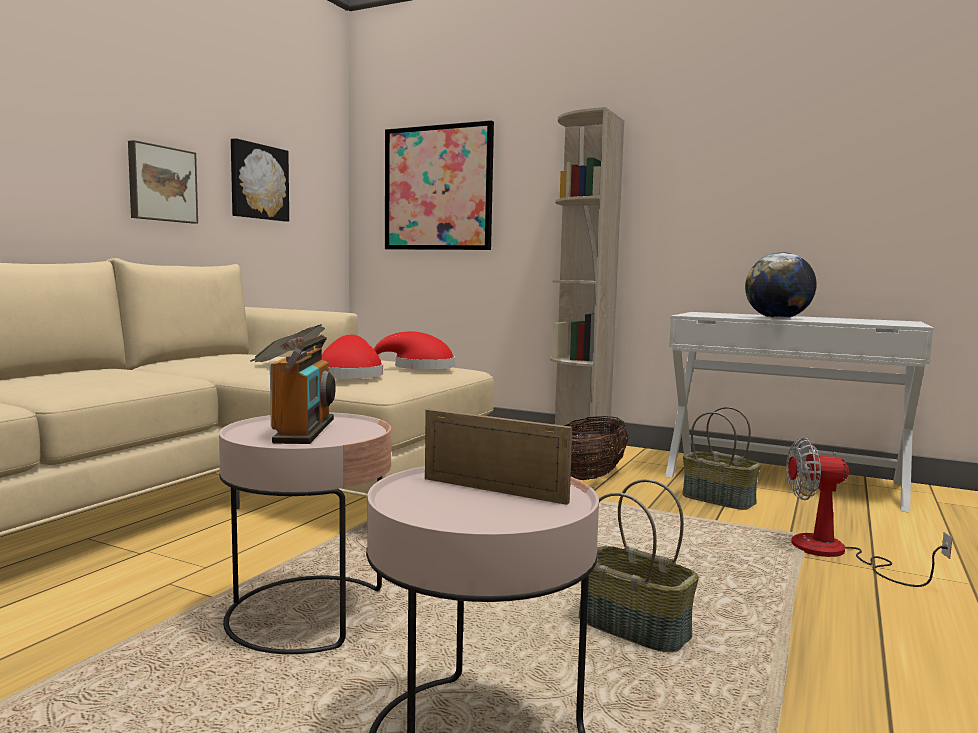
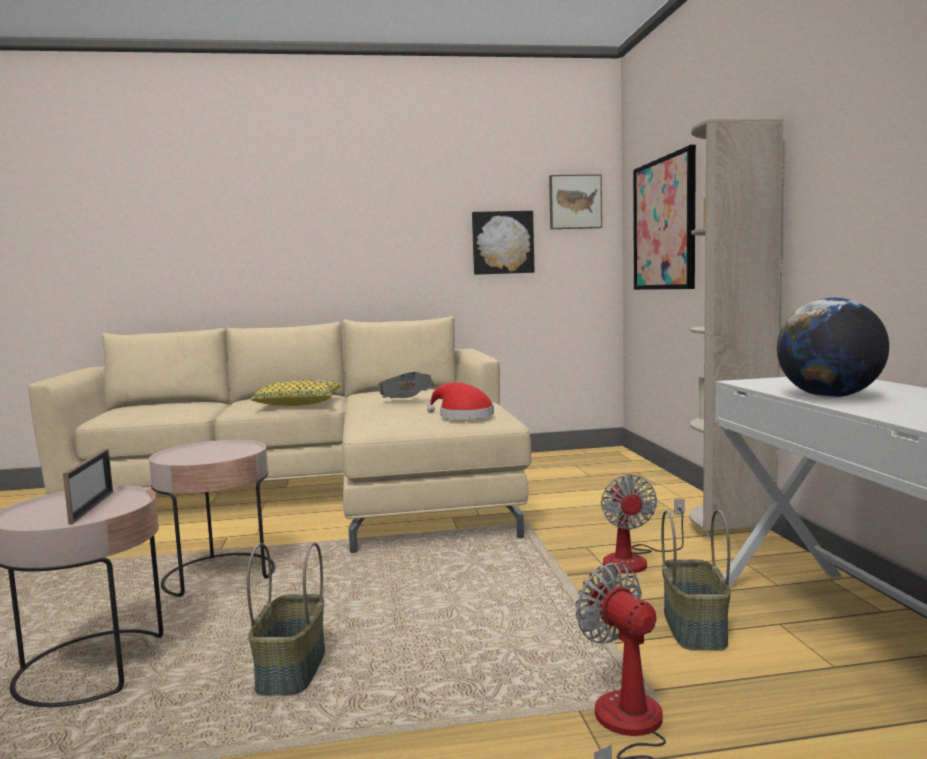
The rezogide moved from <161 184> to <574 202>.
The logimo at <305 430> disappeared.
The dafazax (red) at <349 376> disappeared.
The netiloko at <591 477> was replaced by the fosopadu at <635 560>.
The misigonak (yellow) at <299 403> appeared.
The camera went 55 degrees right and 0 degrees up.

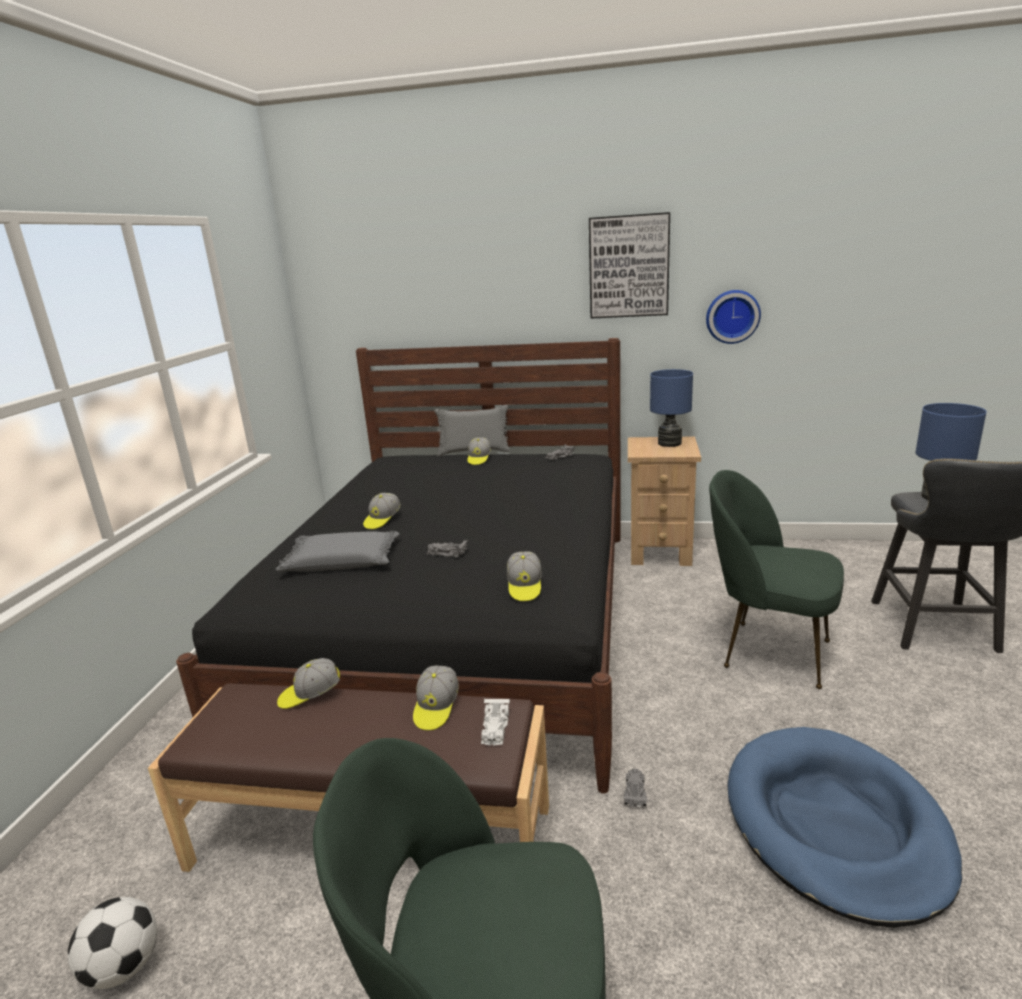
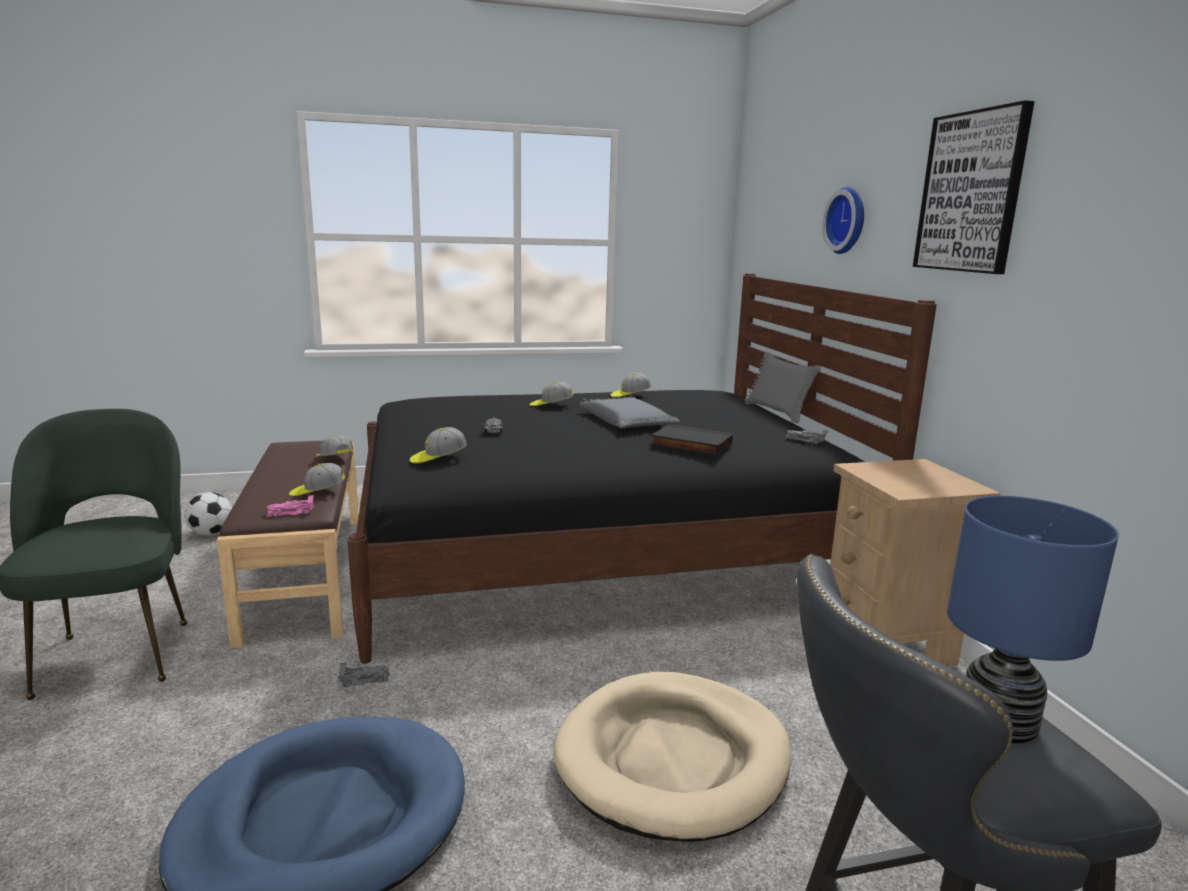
The misigonak (grey) moved from <341 559> to <627 420>.
The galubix moved from <479 459> to <630 395>.
The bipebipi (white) at <495 727> became the bipebipi (pink) at <290 512>.
The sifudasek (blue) at <669 443> disappeared.
The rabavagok moved from <732 316> to <848 220>.
The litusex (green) at <766 651> was replaced by the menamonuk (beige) at <673 759>.
The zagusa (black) at <690 445> appeared.
The camera went 65 degrees right and 5 degrees down.

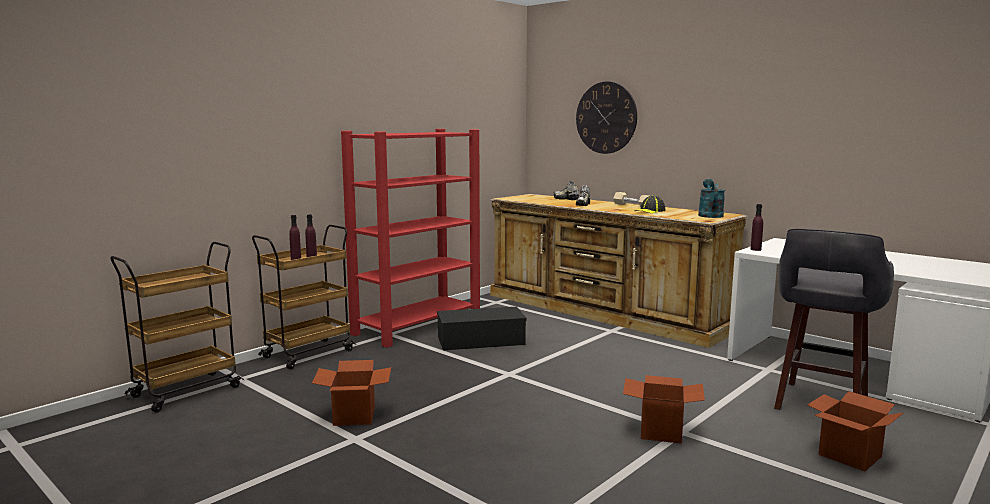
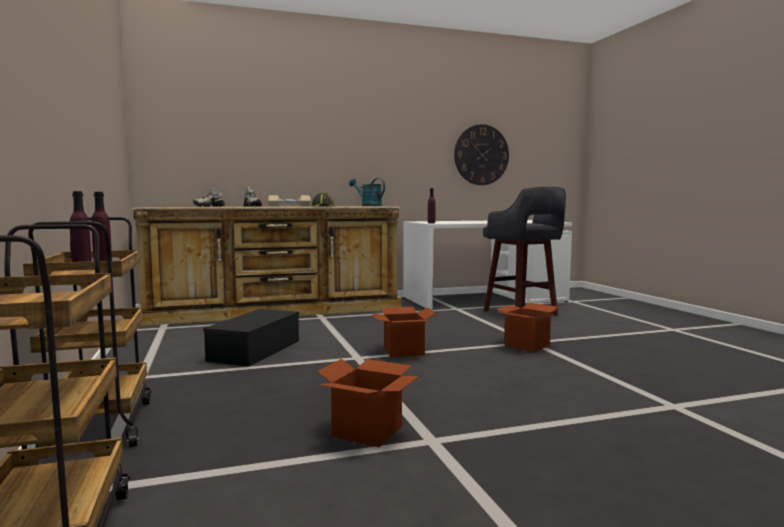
The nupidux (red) at <417 326> disappeared.
The rabavagok moved from <606 117> to <481 155>.
The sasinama moved from <850 456> to <404 351>.
The camera went 60 degrees left and 5 degrees down.

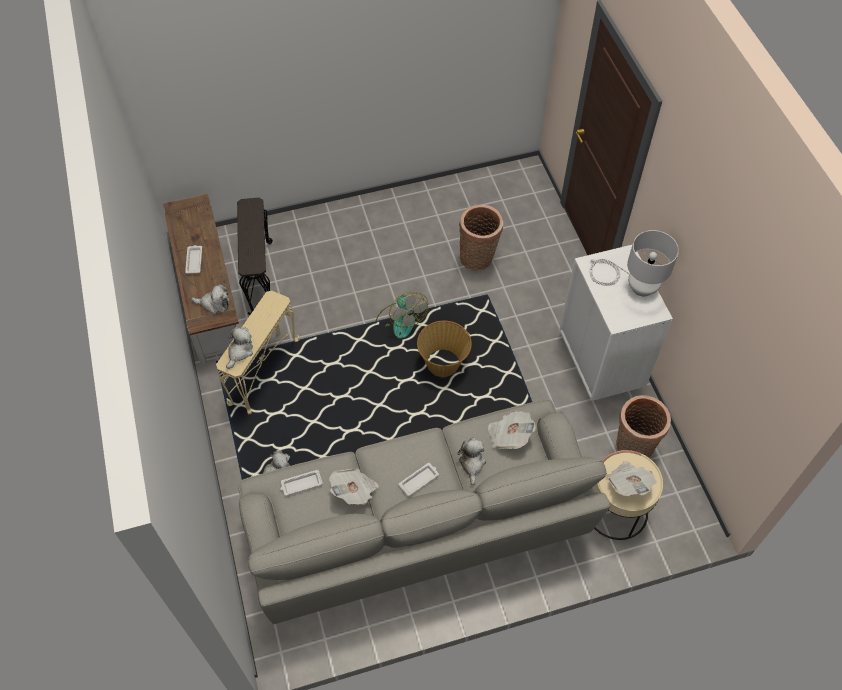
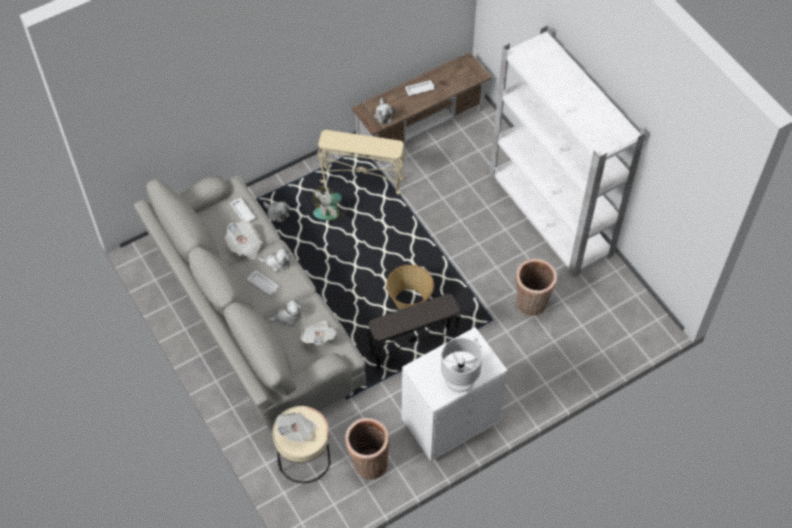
The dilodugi moved from <240 351> to <276 263>.
The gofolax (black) moved from <261 278> to <413 349>.
The fosopadu moved from <400 320> to <331 210>.
The nupidux (white) at <550 214> appeared.
The camera went 75 degrees right and 0 degrees up.

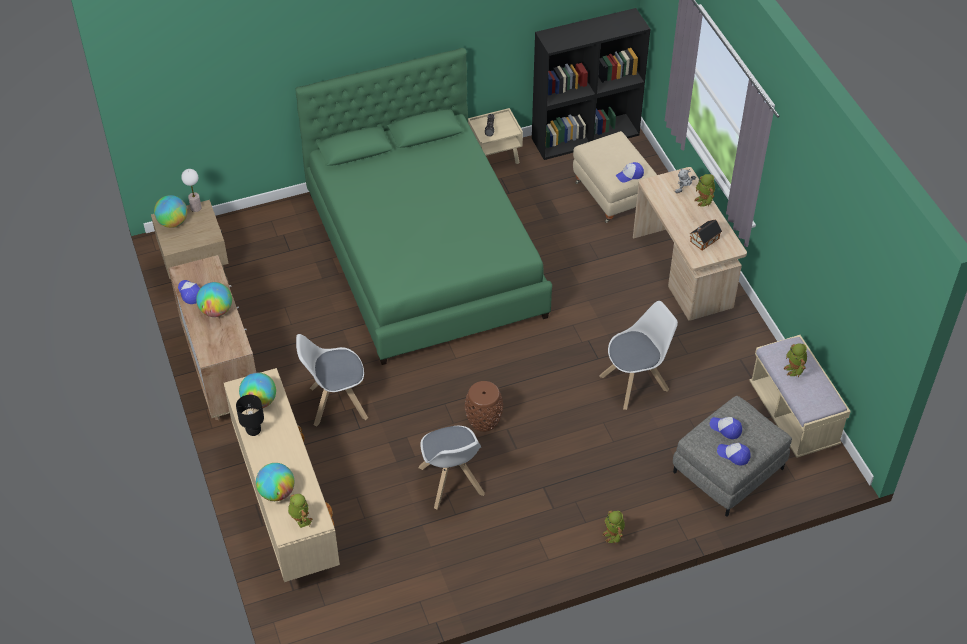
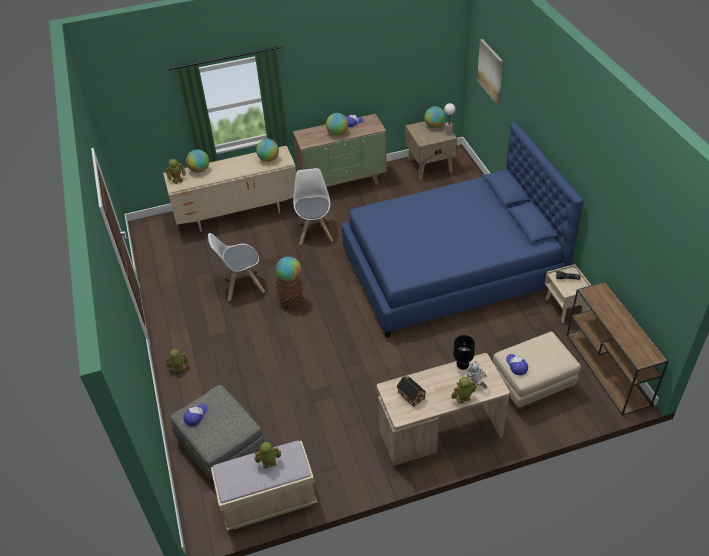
The sifudasek (black) moved from <253 432> to <462 366>.
The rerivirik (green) at <425 253> became the rerivirik (blue) at <451 268>.
The nupidux (black) at <585 136> was replaced by the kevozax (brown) at <608 370>.
The litusex at <636 382> disappeared.
The galubix at <726 428> disappeared.
The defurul at <289 278> appeared.
The rezogide at <490 71> appeared.
The camera went 95 degrees right and 5 degrees down.

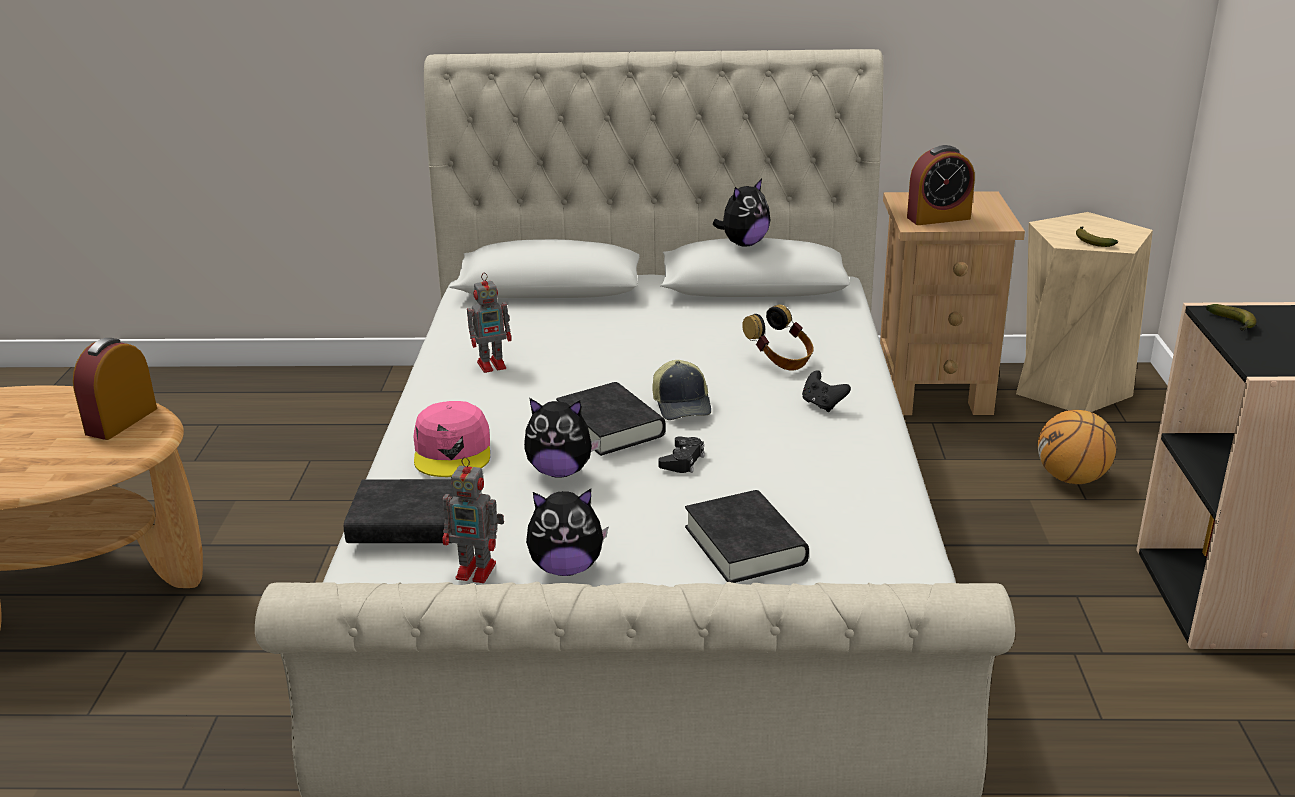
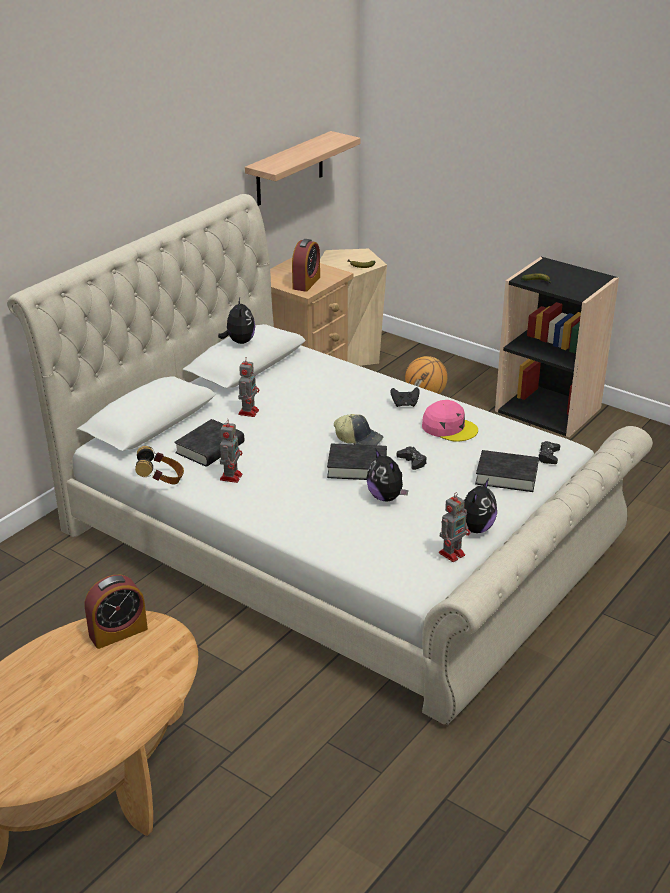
The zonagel at <121 421> turned 90 degrees counterclockwise.
The zagusa (black) moved from <407 522> to <210 448>.
The galubix (pink) moved from <453 451> to <449 428>.
The dilodugi at <560 471> turned 105 degrees clockwise.
The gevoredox moved from <780 361> to <161 481>.
The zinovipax at <249 411> appeared.
The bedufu at <289 169> appeared.
The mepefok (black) at <548 456> appeared.
The camera went 55 degrees left and 5 degrees up.

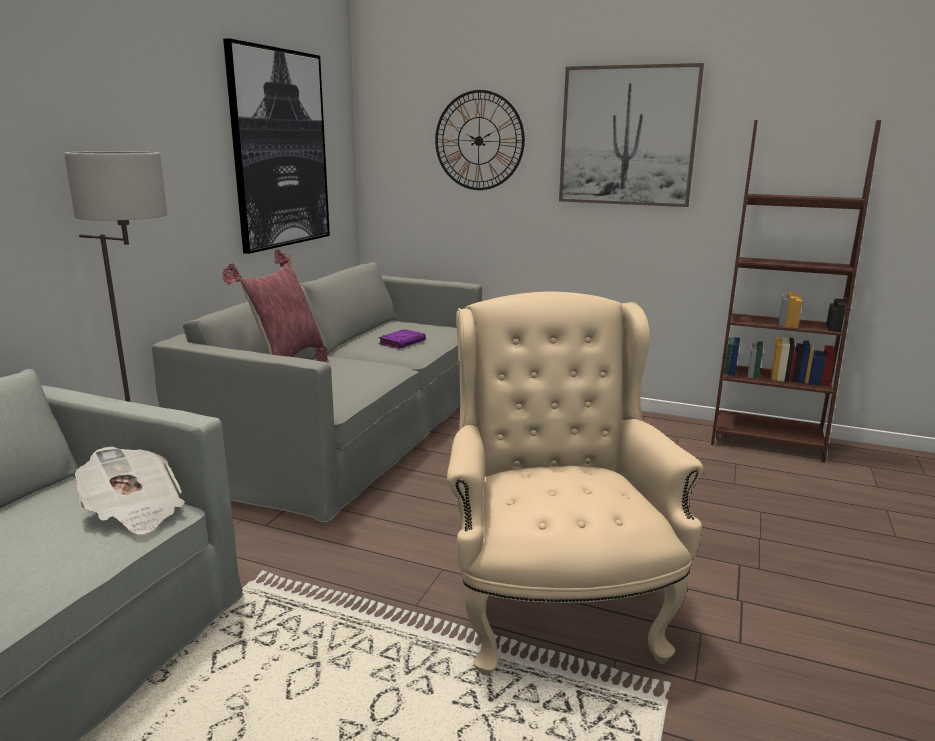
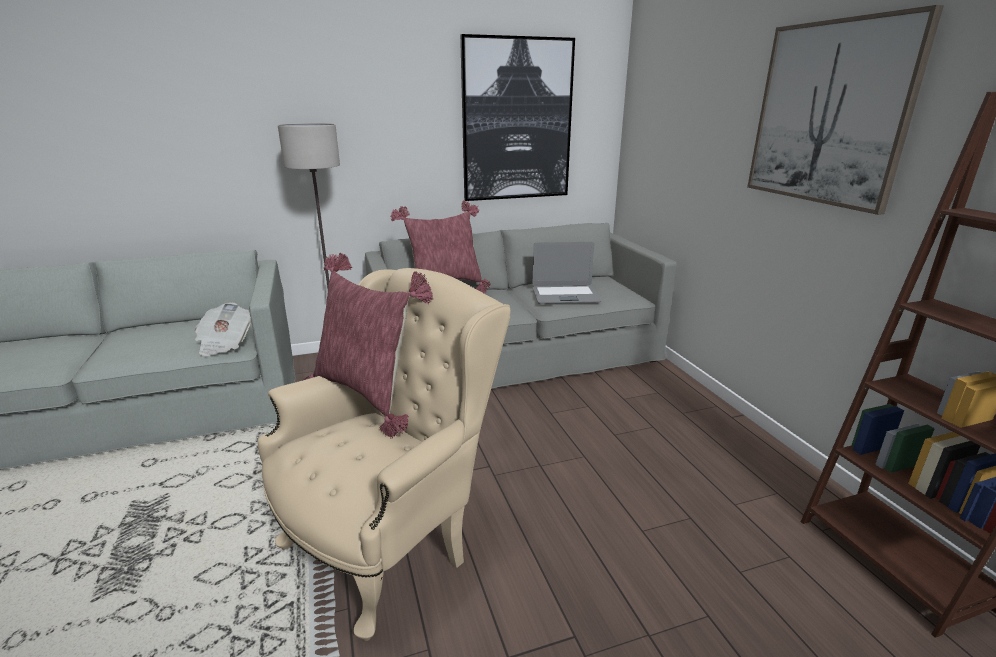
The zagusa (purple) at <402 342> was replaced by the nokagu at <565 295>.
The rabavagok at <479 141> disappeared.
The misigonak (red) at <370 405> appeared.
The camera went 50 degrees right and 5 degrees up.

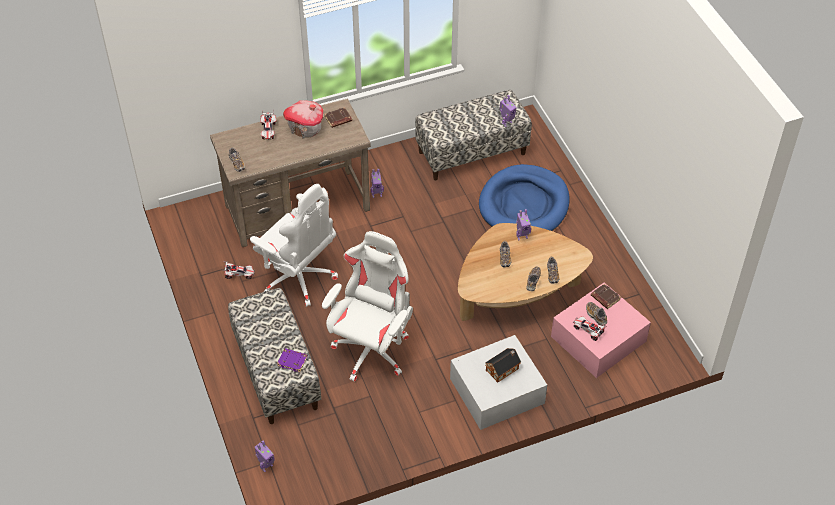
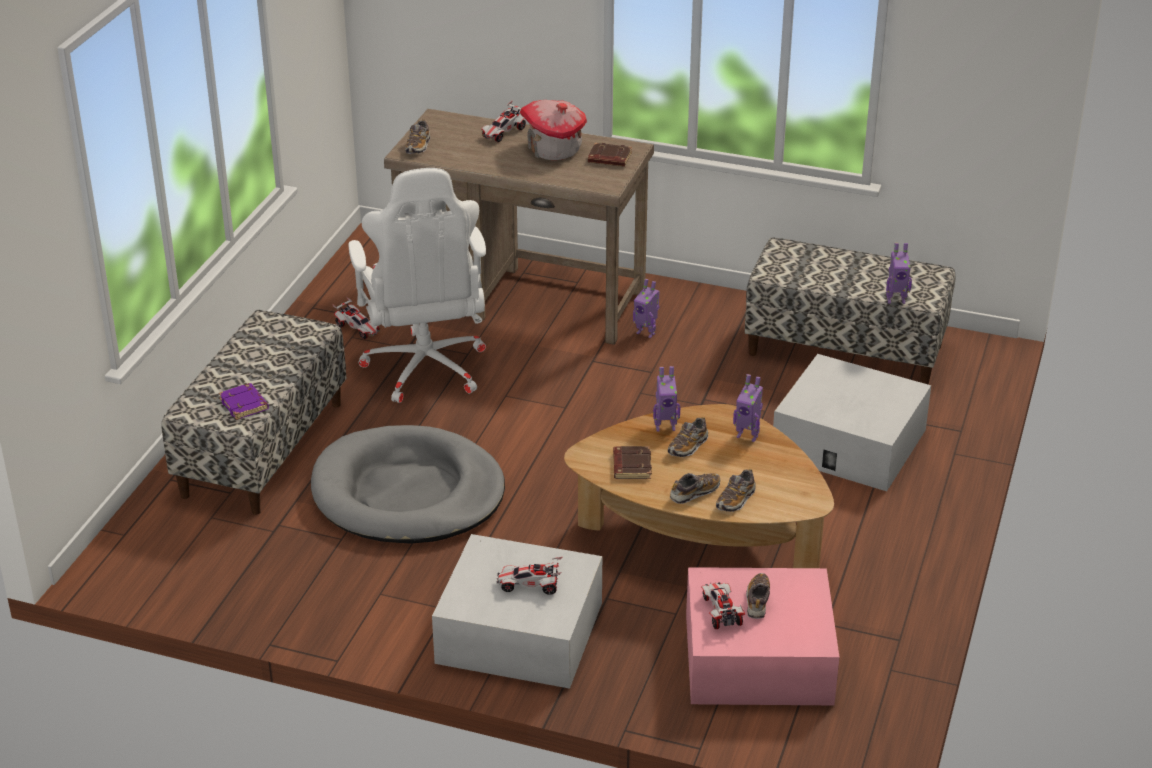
The zinovipax moved from <266 466> to <665 426>.
The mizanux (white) at <371 352> was replaced by the menamonuk (grey) at <408 493>.
The menamonuk (blue) at <524 204> was replaced by the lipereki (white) at <849 443>.
The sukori at <503 369> was replaced by the bipebipi at <530 585>.
The zagusa (brown) moved from <605 298> to <631 466>.
The camera went 40 degrees right and 15 degrees down.

